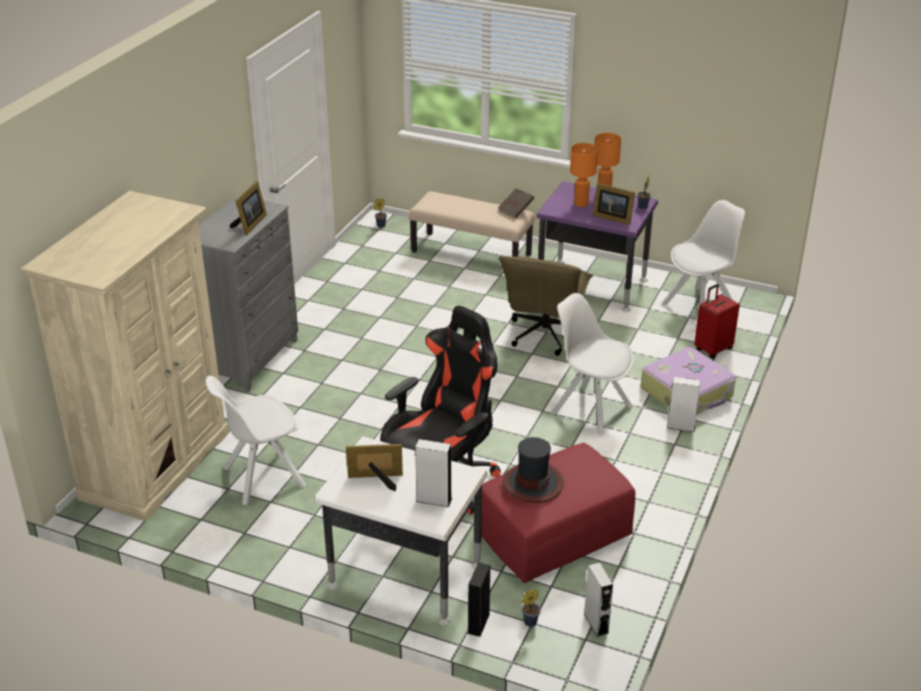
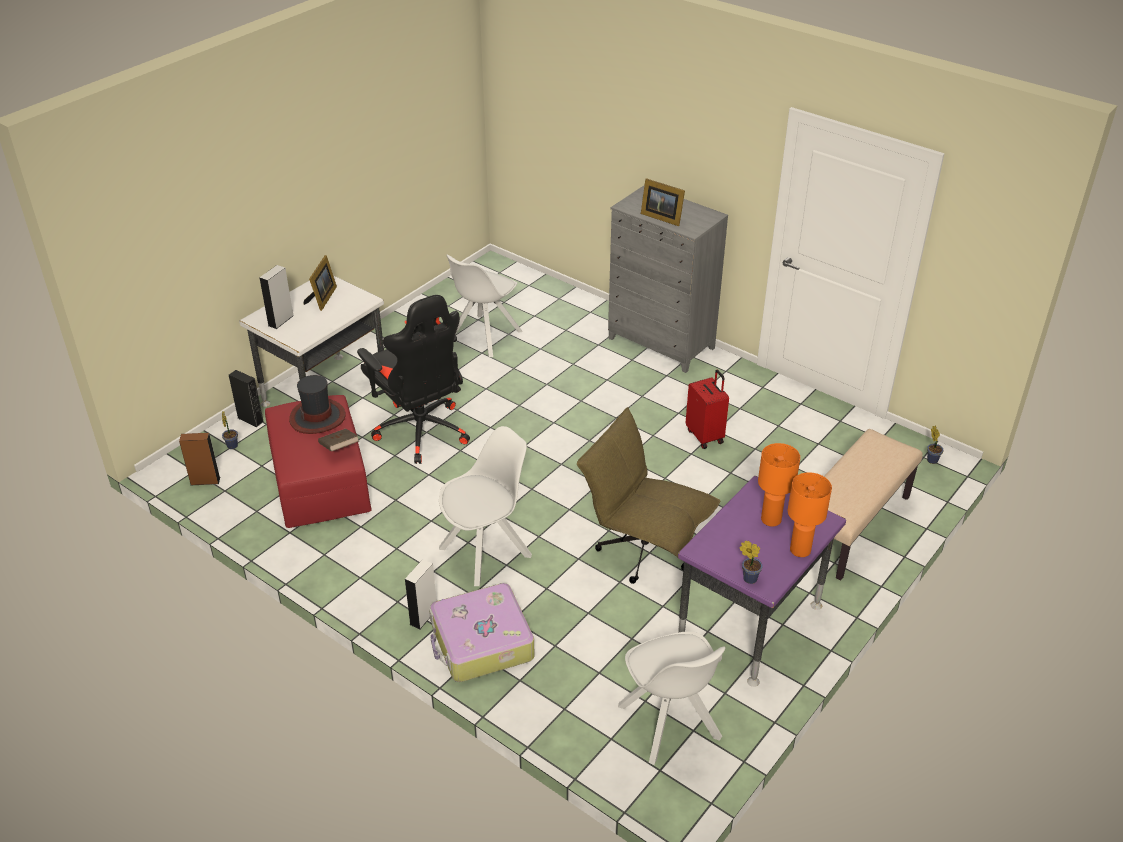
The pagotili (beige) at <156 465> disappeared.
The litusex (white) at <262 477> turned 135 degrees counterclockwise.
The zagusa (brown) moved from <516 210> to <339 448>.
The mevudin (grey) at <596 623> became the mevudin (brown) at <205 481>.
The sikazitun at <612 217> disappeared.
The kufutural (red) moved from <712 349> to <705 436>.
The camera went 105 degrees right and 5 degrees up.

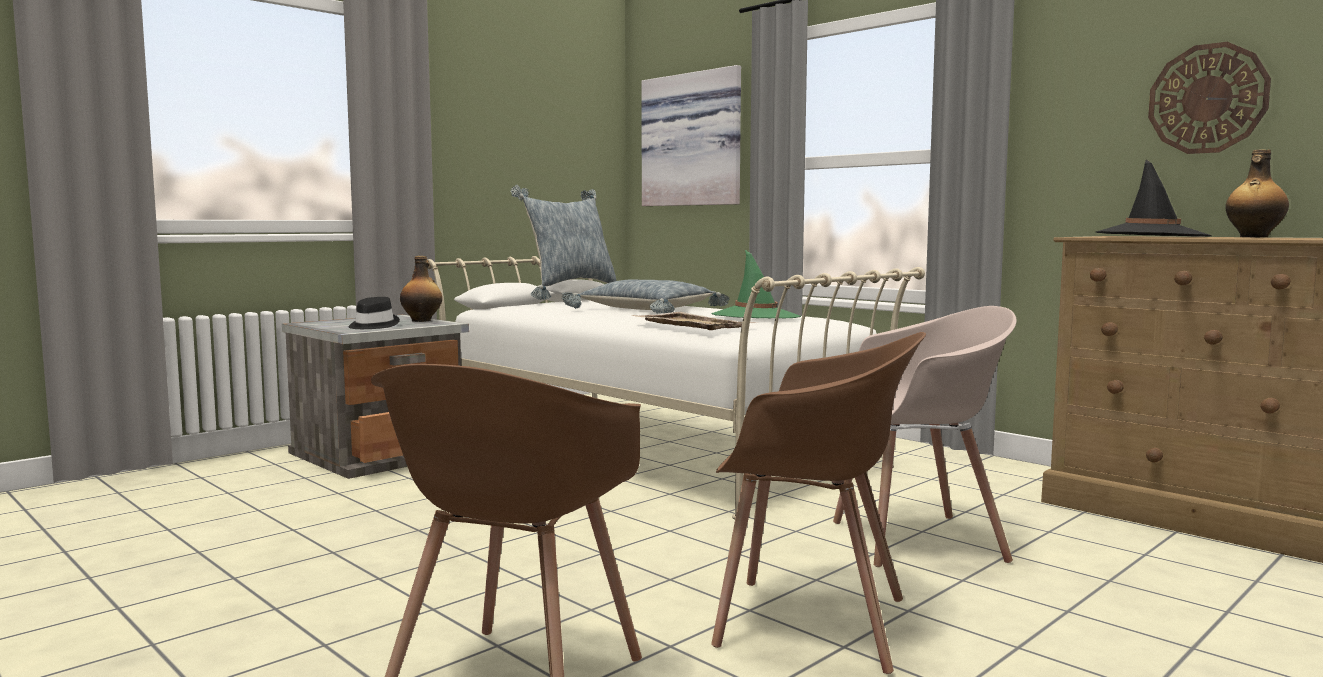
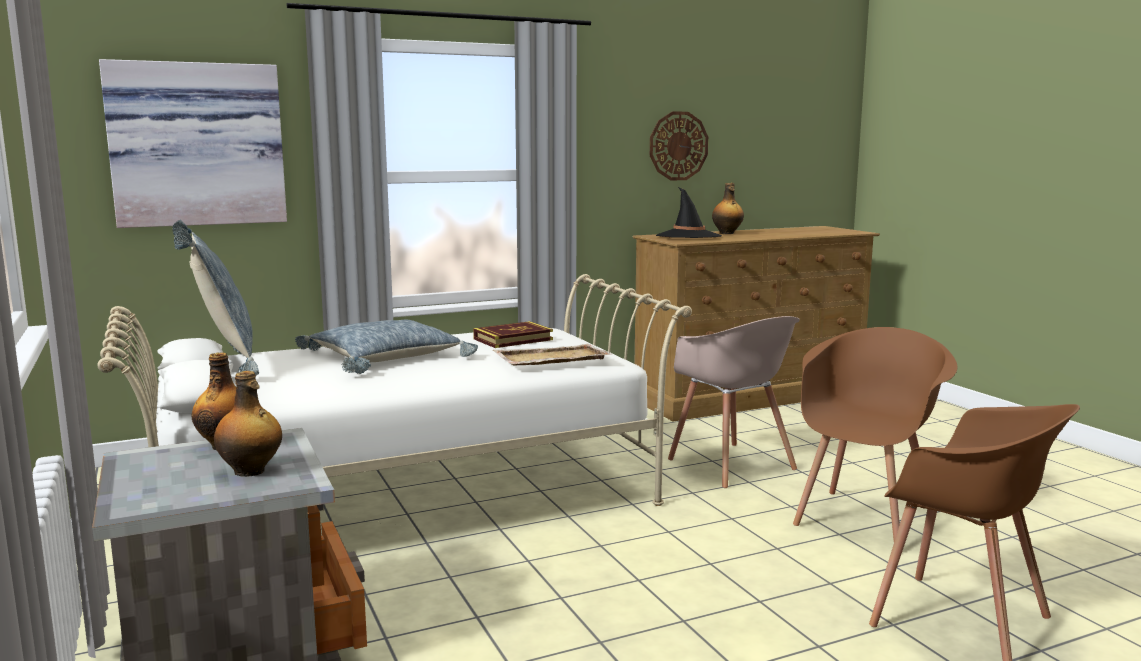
The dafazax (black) at <372 326> was replaced by the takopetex at <250 471>.
The dafazax (green) at <756 317> was replaced by the zagusa at <513 339>.
The litusex (beige) at <919 541> turned 135 degrees clockwise.
The camera went 70 degrees left and 5 degrees up.

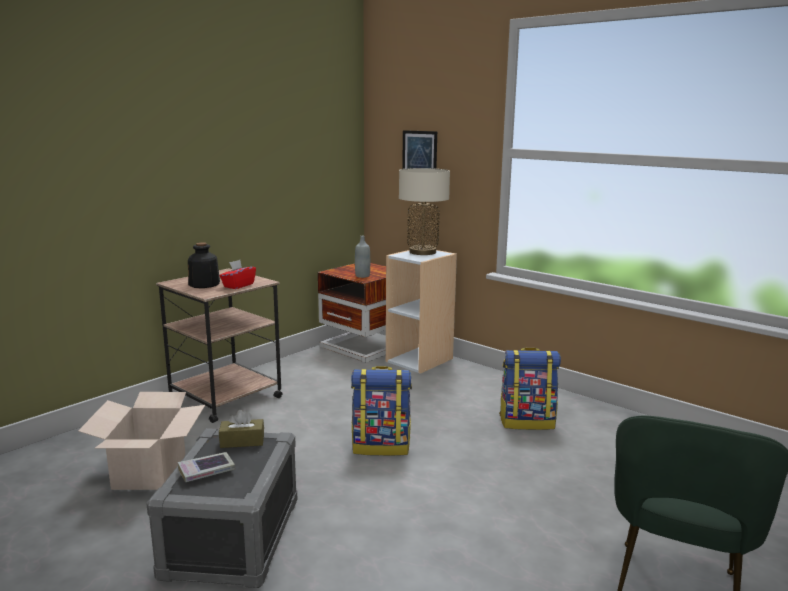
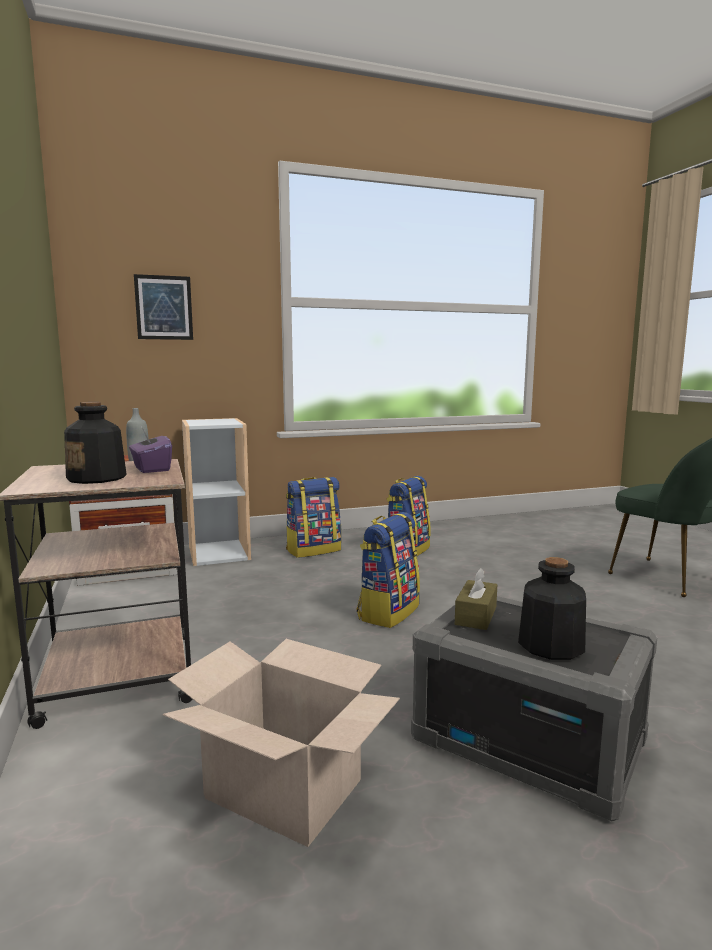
The zagusa at <206 471> was replaced by the takopetex at <550 645>.
The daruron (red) at <238 285> became the daruron (purple) at <151 469>.
The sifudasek at <422 252> disappeared.
The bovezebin at <313 550> appeared.
The camera went 60 degrees left and 5 degrees down.

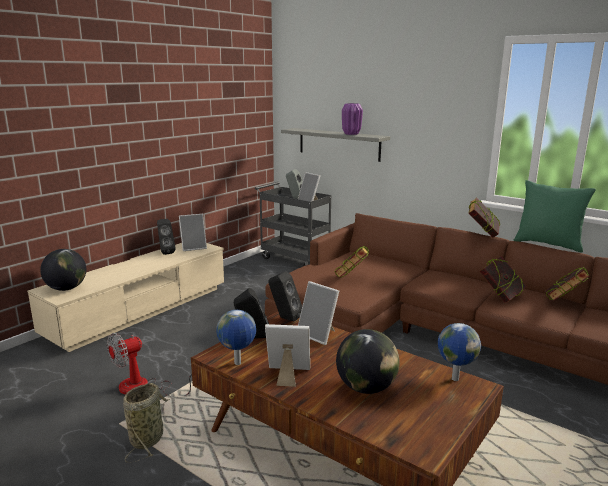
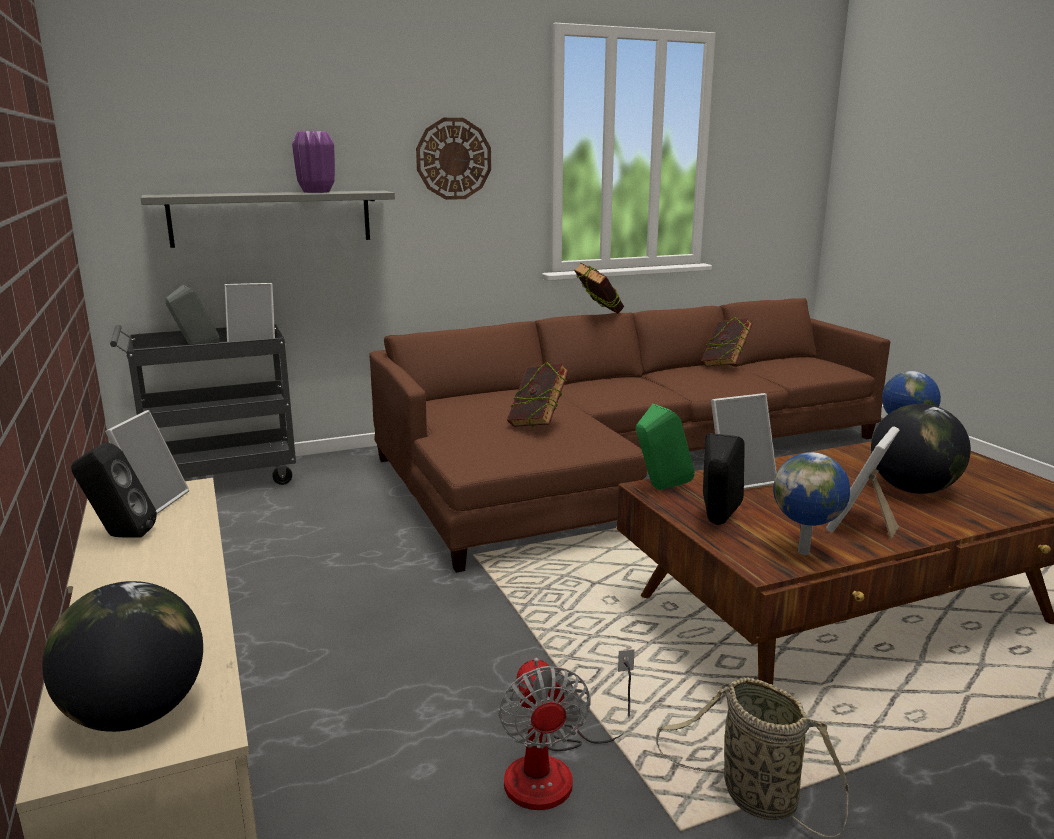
The mevudin (black) at <284 318> became the mevudin (green) at <660 489>.
The zagusa at <500 296> disappeared.
The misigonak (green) at <548 244> disappeared.
The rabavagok at <453 159> appeared.
The camera went 60 degrees left and 0 degrees up.

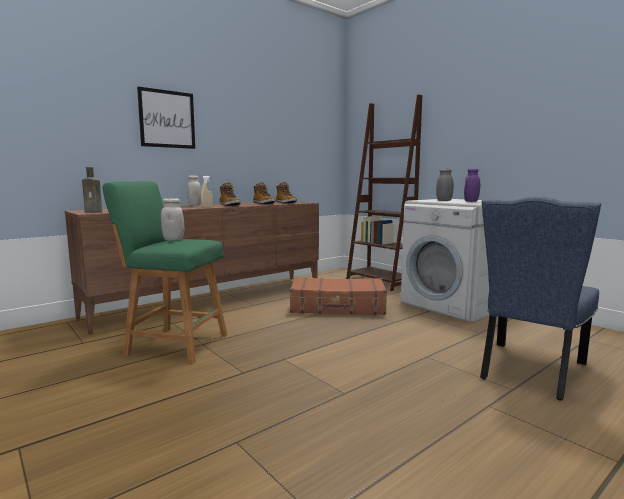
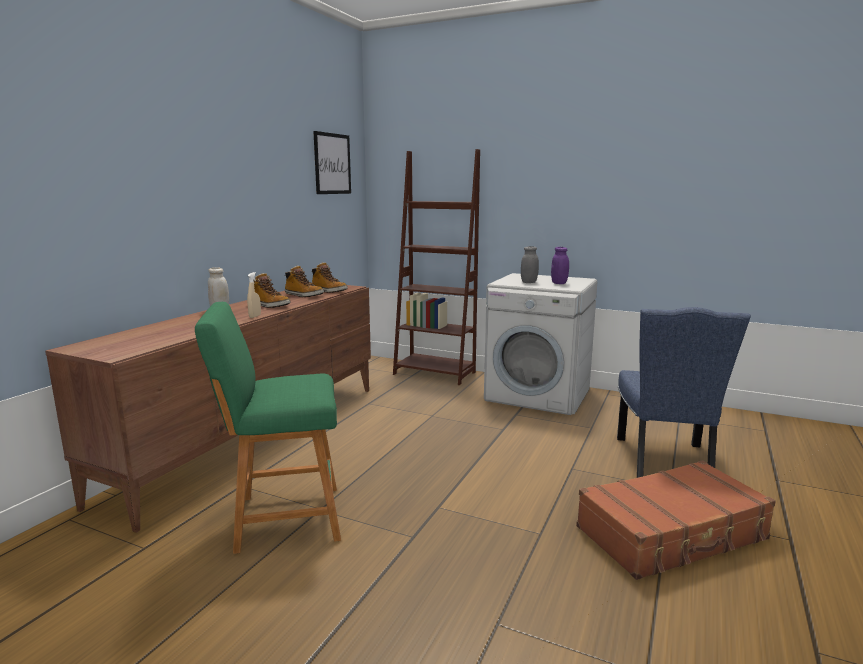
The takopetex (brown) at <94 212> disappeared.
The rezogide moved from <167 119> to <332 164>.
The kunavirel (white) at <173 239> disappeared.
The kufutural (brown) moved from <338 307> to <672 534>.
The camera went 25 degrees left and 5 degrees up.

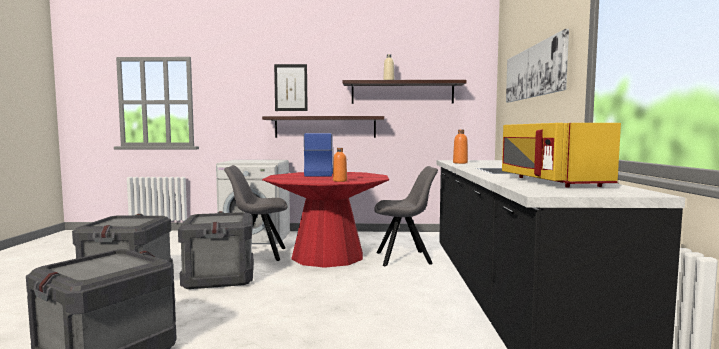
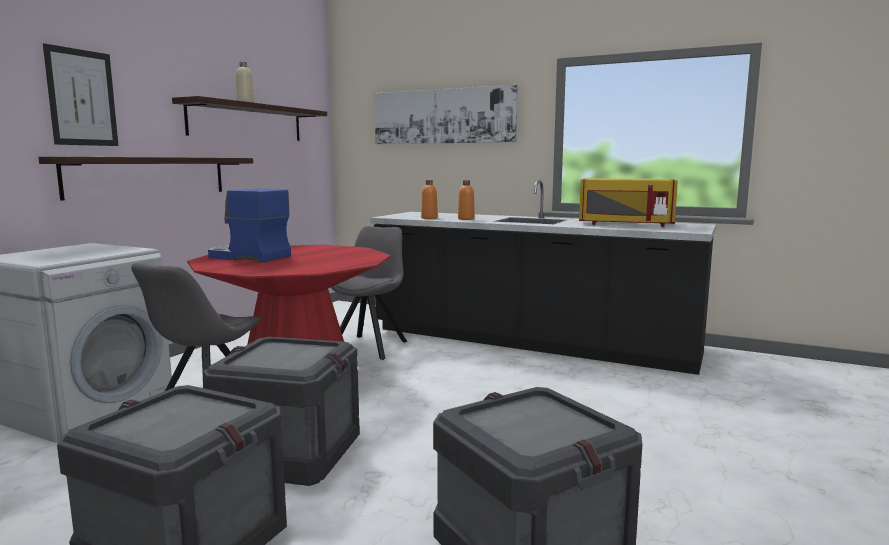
The takopetex (orange) moved from <340 181> to <466 219>.
The camera went 65 degrees left and 5 degrees up.

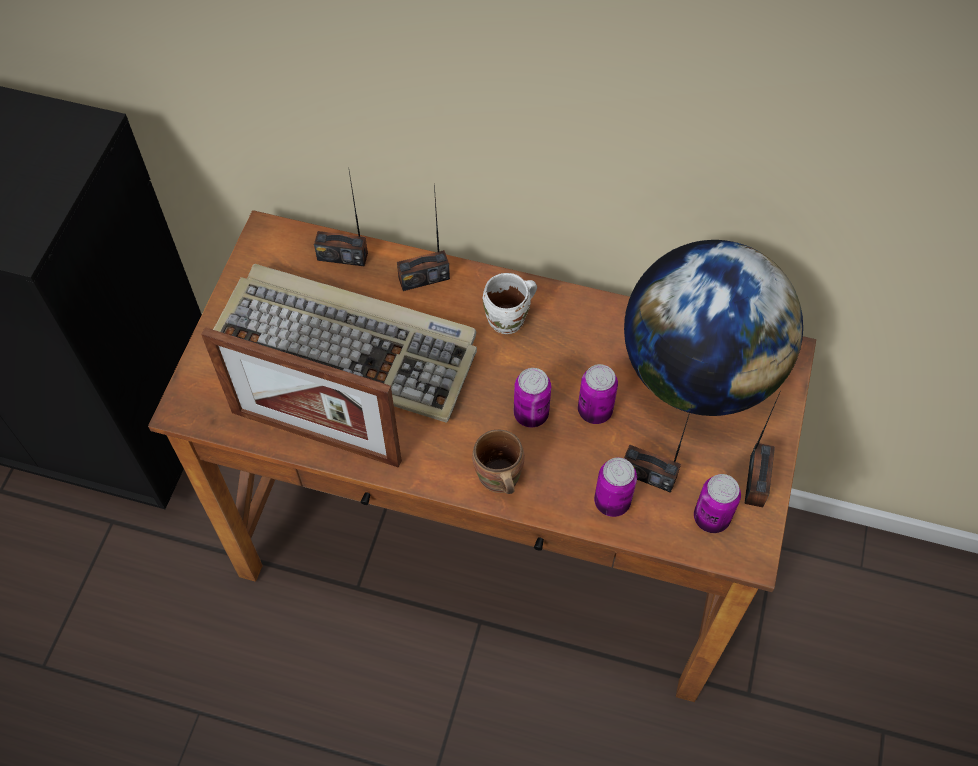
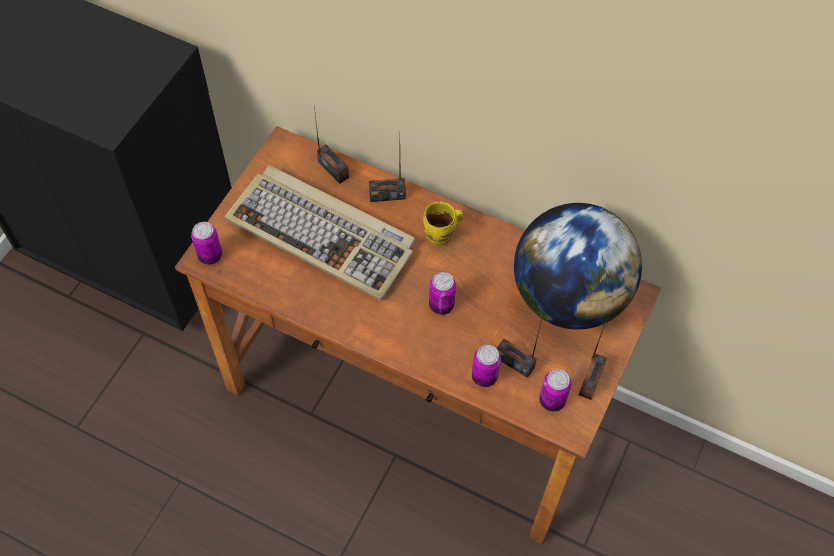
The sikazitun at <315 436> disappeared.
The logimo at <342 256> turned 150 degrees counterclockwise.
The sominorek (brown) at <497 479> disappeared.
The sominorek (white) at <509 320> became the sominorek (yellow) at <441 236>.
The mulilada moved from <595 411> to <210 256>.
The camera went 10 degrees right and 0 degrees up.

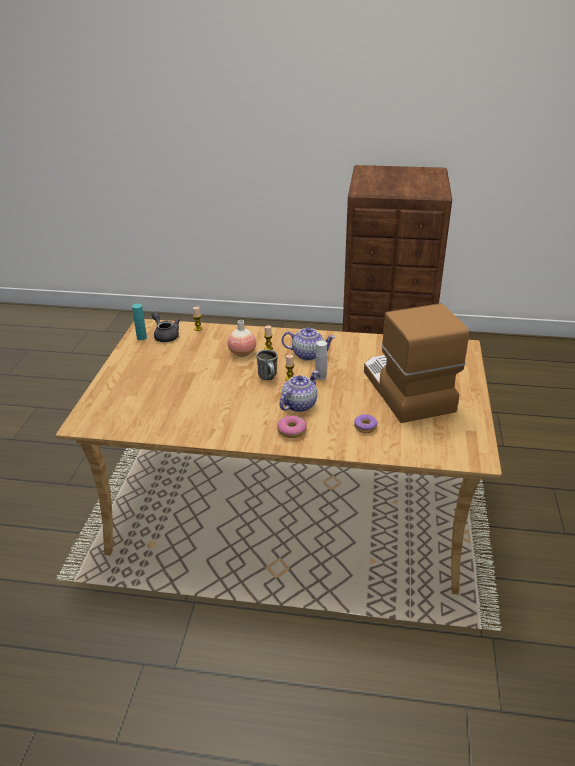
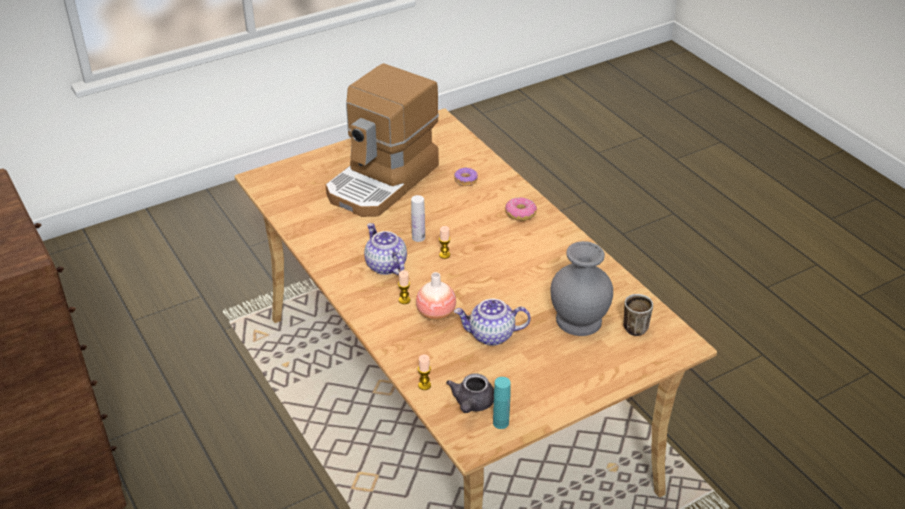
The sominorek moved from <269 378> to <635 326>.
The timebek moved from <299 404> to <491 335>.
The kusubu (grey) at <577 319> appeared.
The camera went 130 degrees left and 5 degrees up.

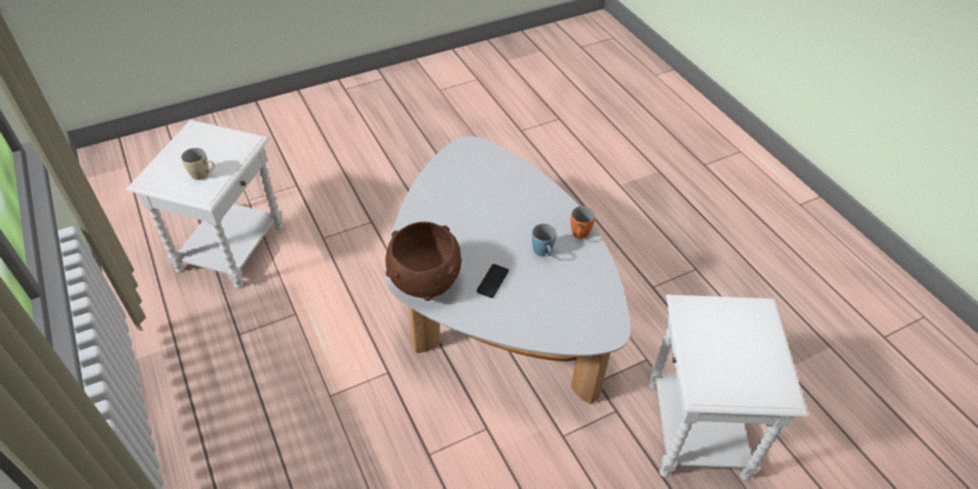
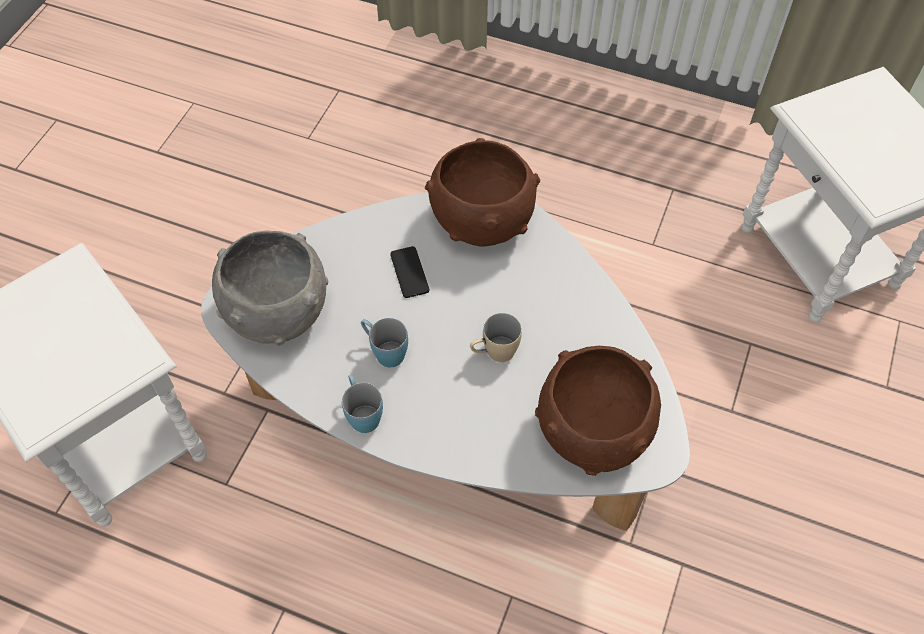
The sominorek (beige) moved from <204 175> to <494 353>.
The sominorek (orange) at <579 235> became the sominorek (blue) at <362 413>.
The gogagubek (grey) at <277 312> appeared.
The gogagubek (brown) at <592 432> appeared.
The camera went 140 degrees right and 10 degrees up.

